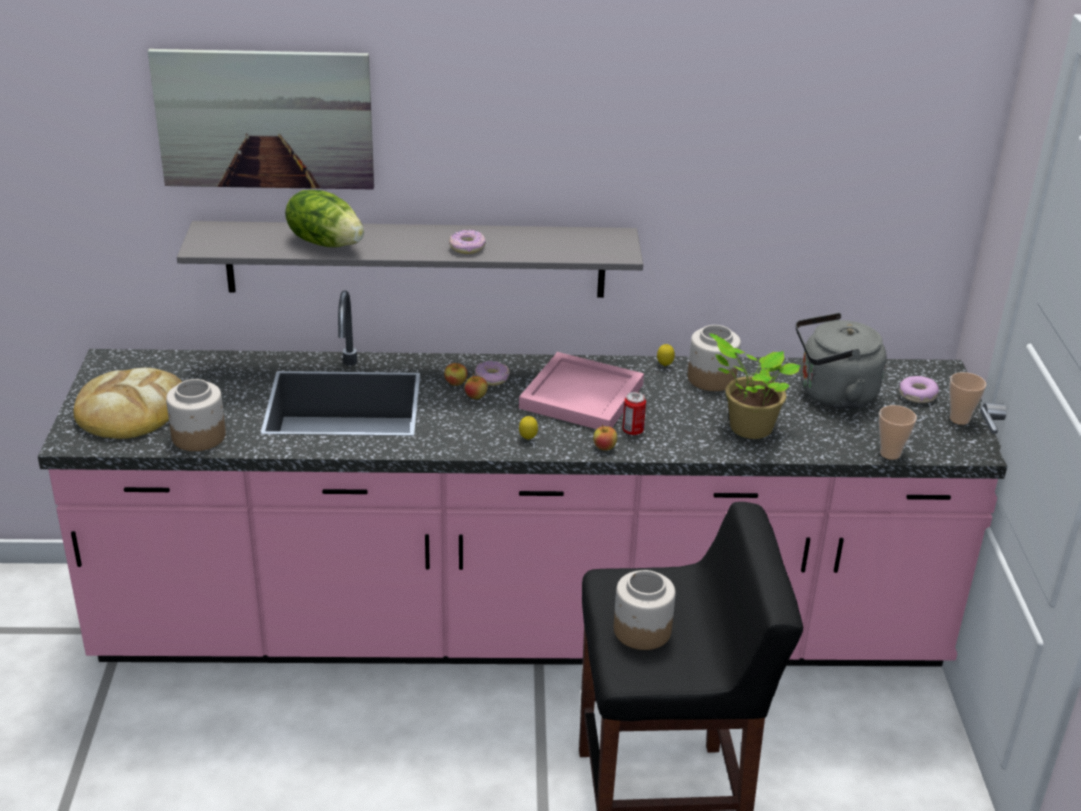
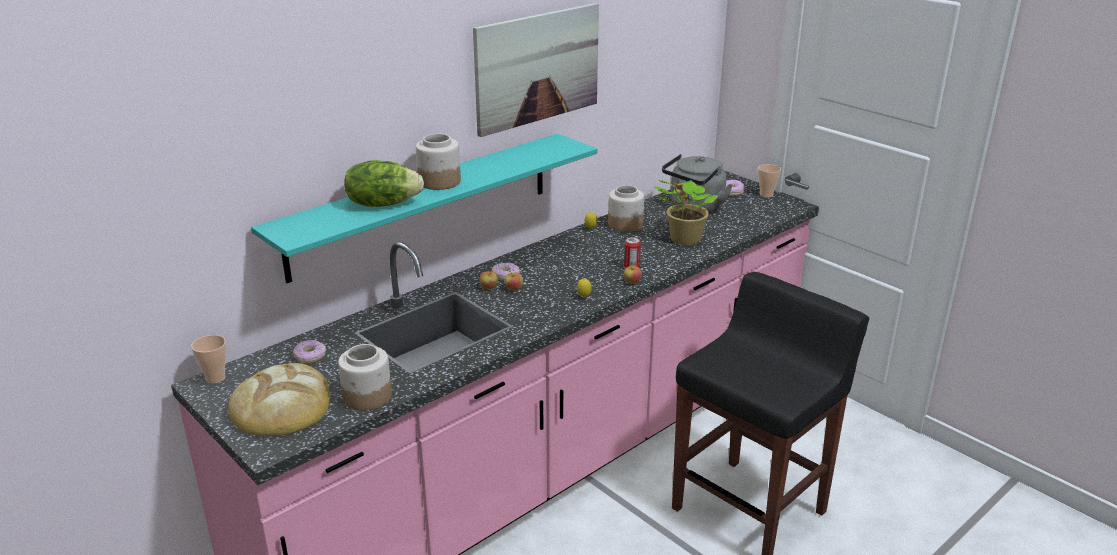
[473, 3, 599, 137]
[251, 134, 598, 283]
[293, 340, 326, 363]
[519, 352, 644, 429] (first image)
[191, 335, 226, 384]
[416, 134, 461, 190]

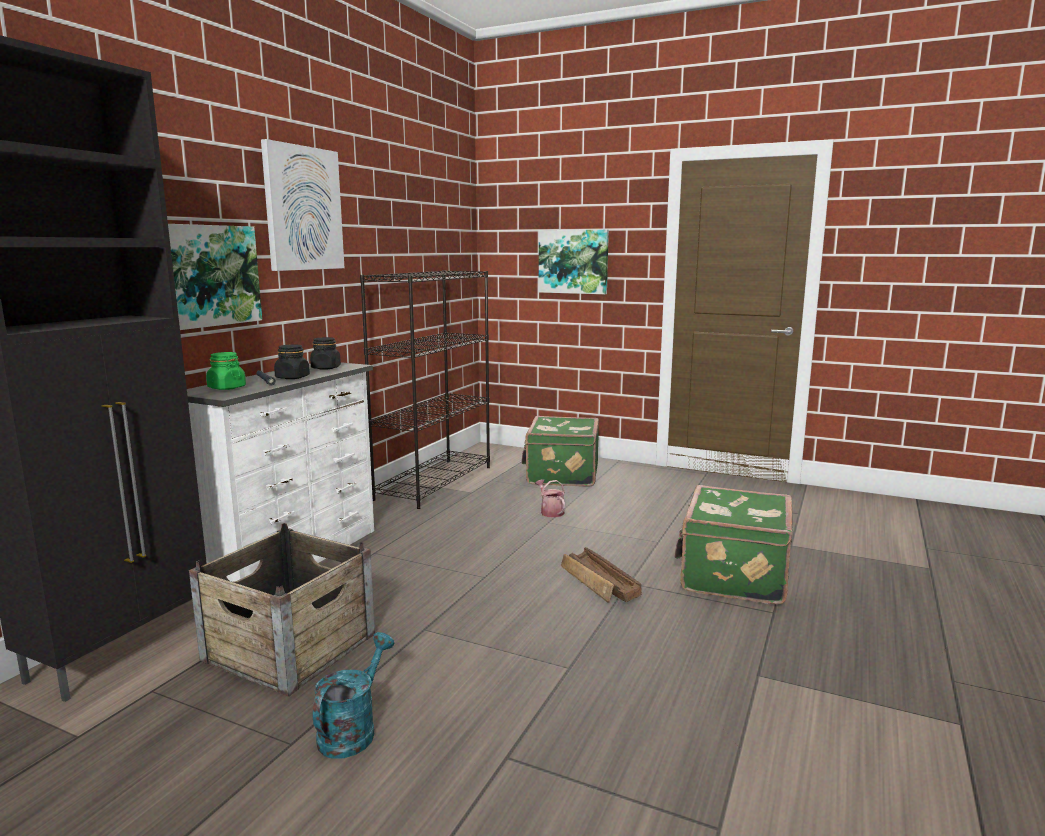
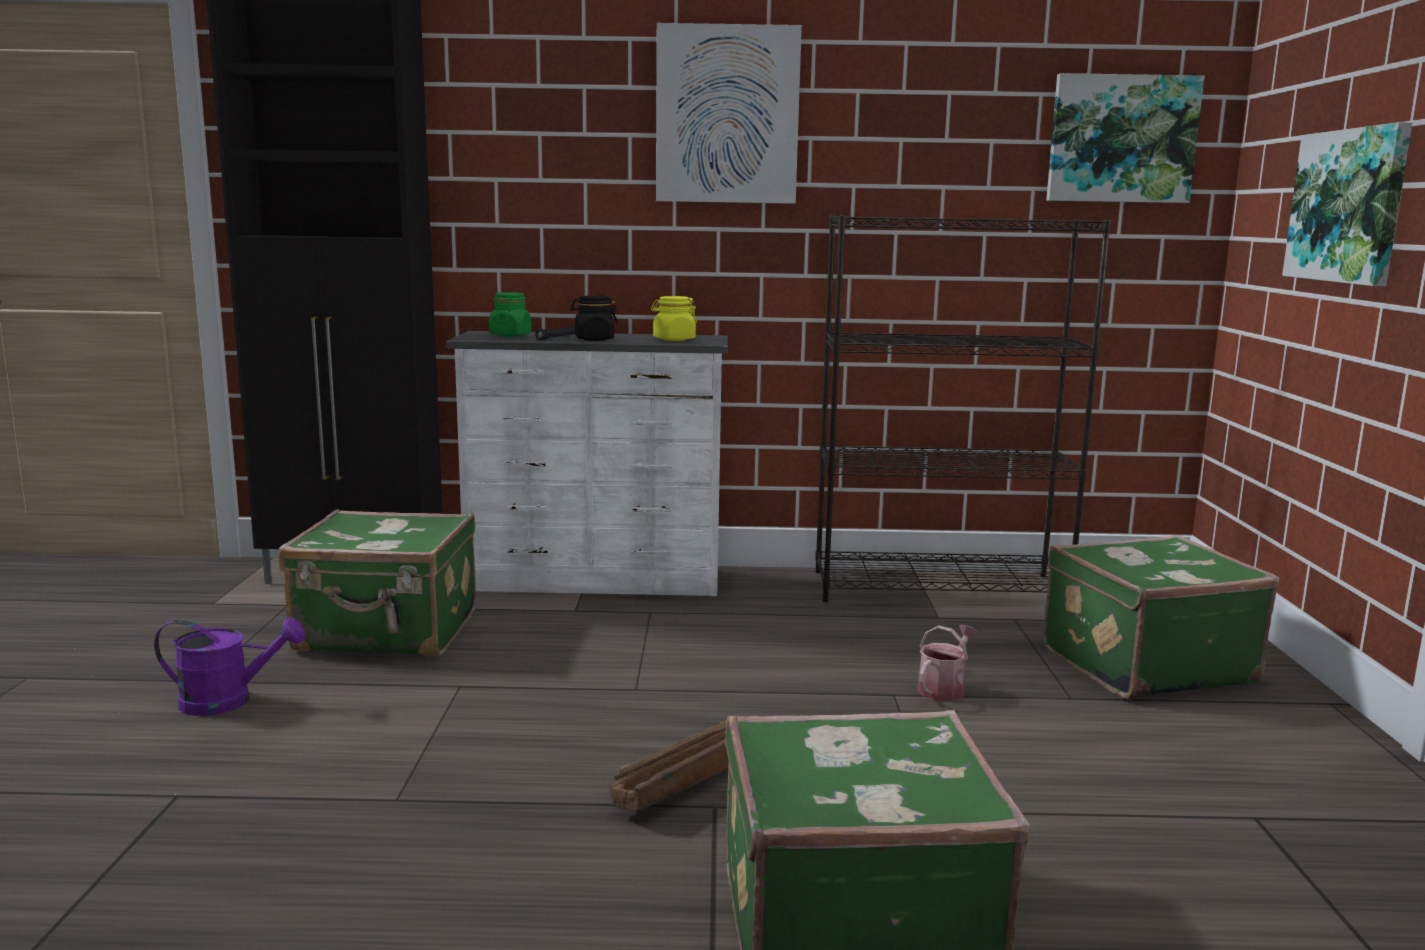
[1046, 73, 1205, 203]
[651, 296, 697, 341]
[279, 509, 476, 656]
[154, 617, 305, 716]

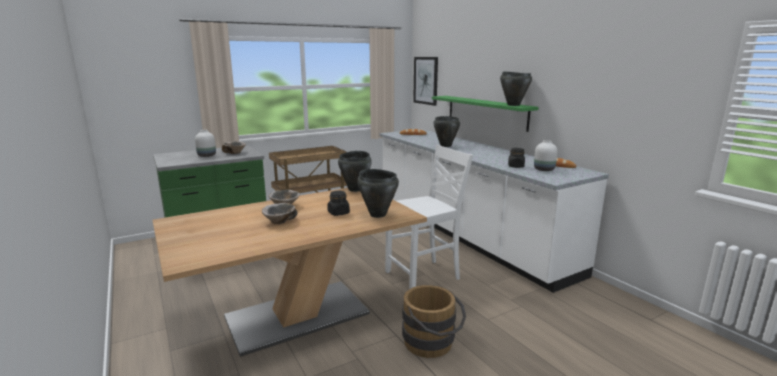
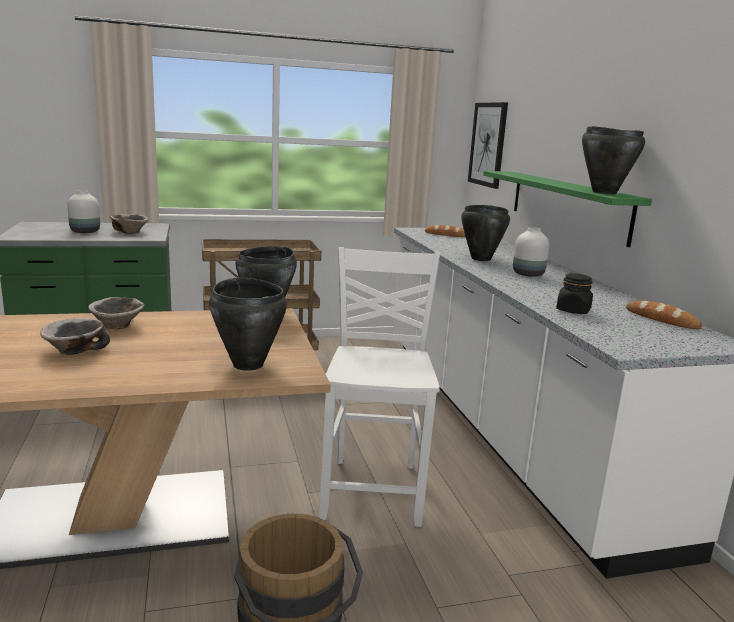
[513, 227, 549, 277]
[319, 247, 440, 527]
[327, 191, 350, 216] (first image)

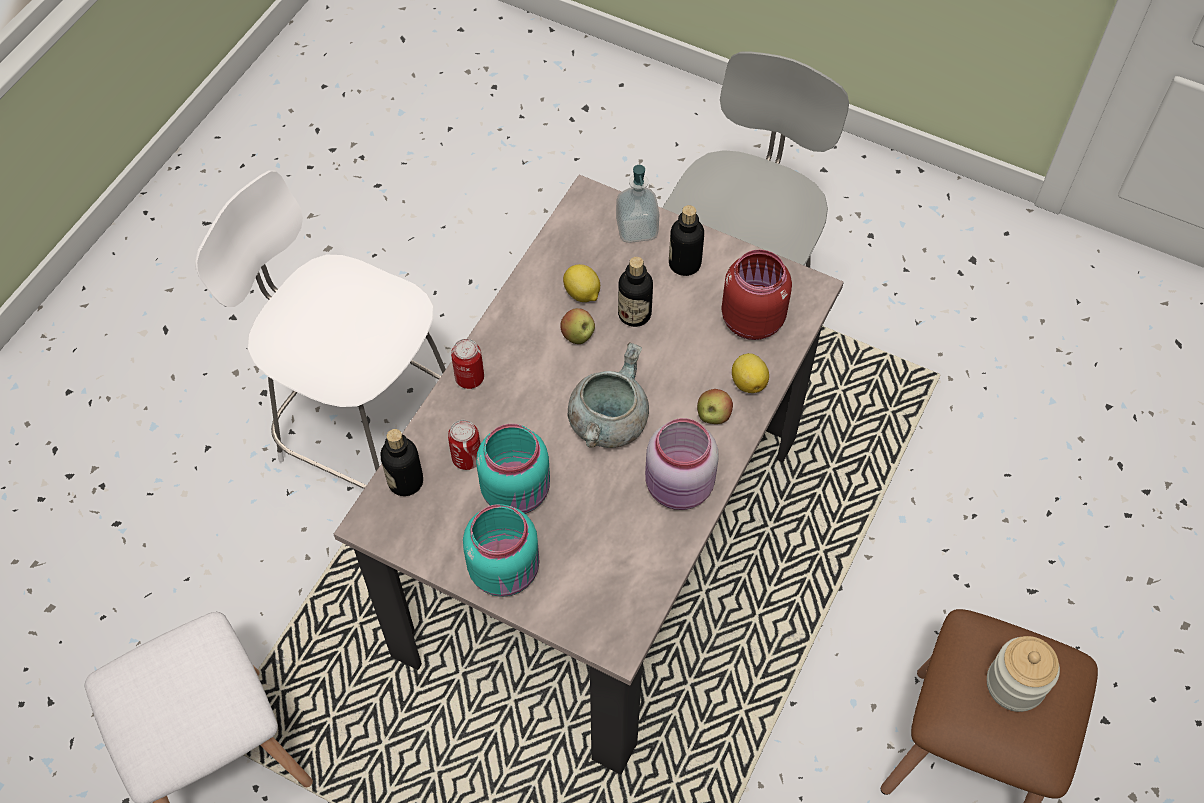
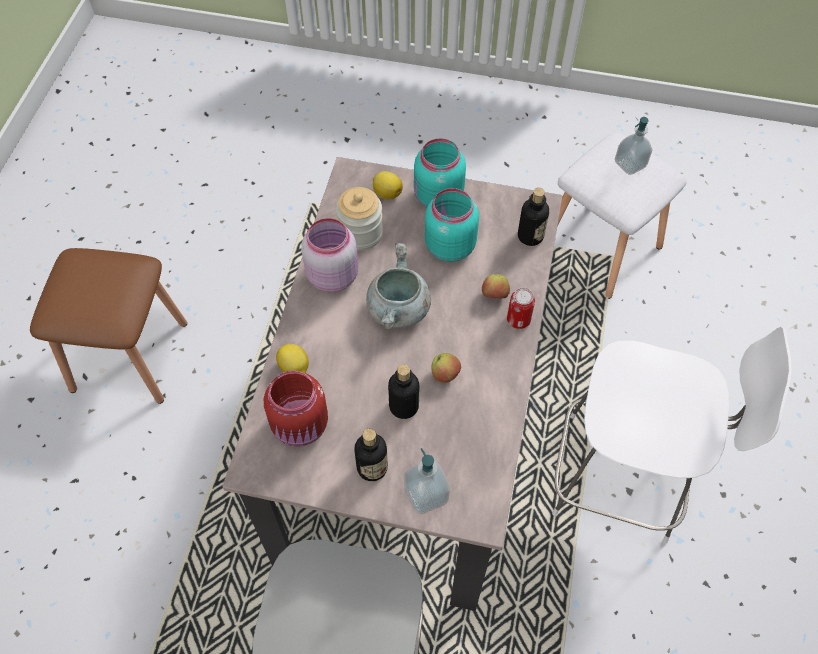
[373, 171, 403, 200]
[482, 274, 510, 298]
[448, 420, 480, 470] (first image)
[336, 187, 383, 251]
[615, 117, 652, 175]

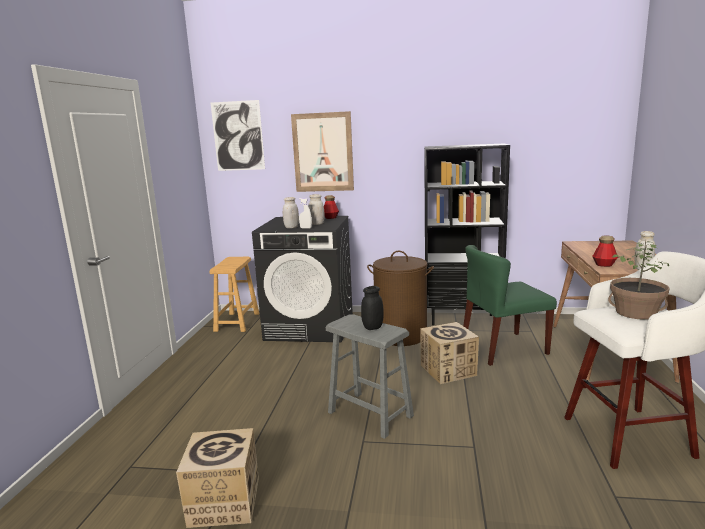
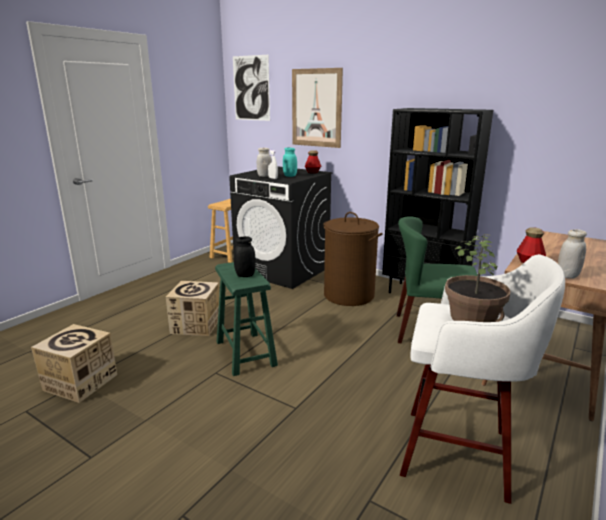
[283, 147, 297, 177]
[215, 262, 278, 376]
[166, 281, 220, 336]

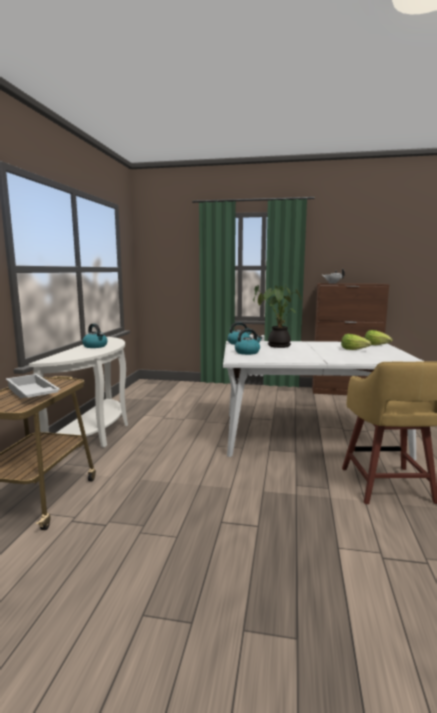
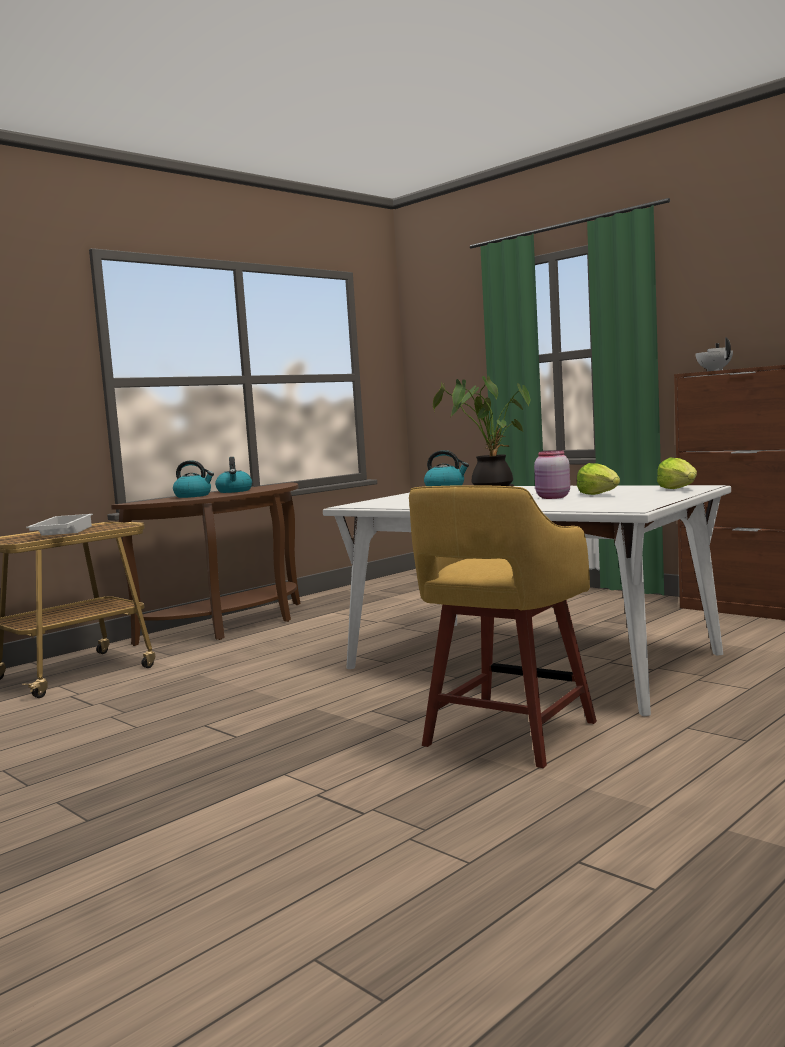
[173, 460, 214, 498]
[111, 483, 301, 646]
[534, 450, 570, 499]

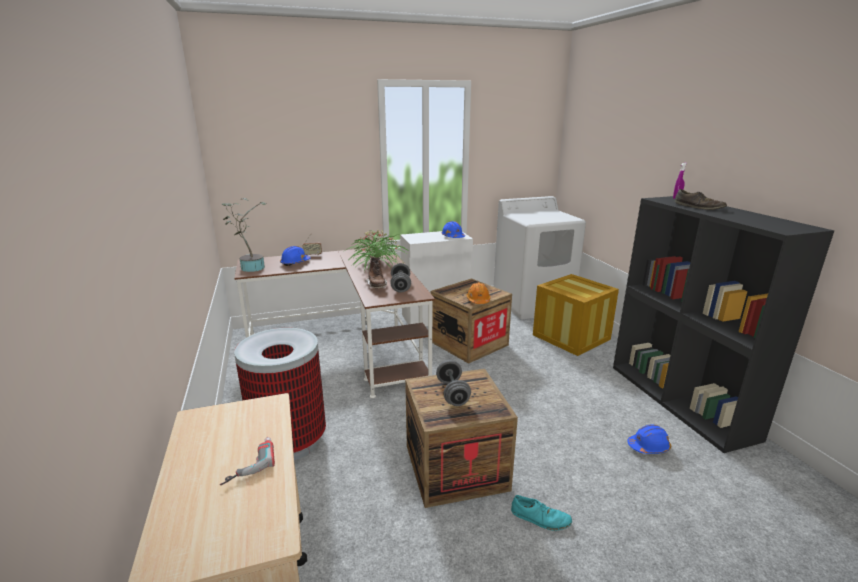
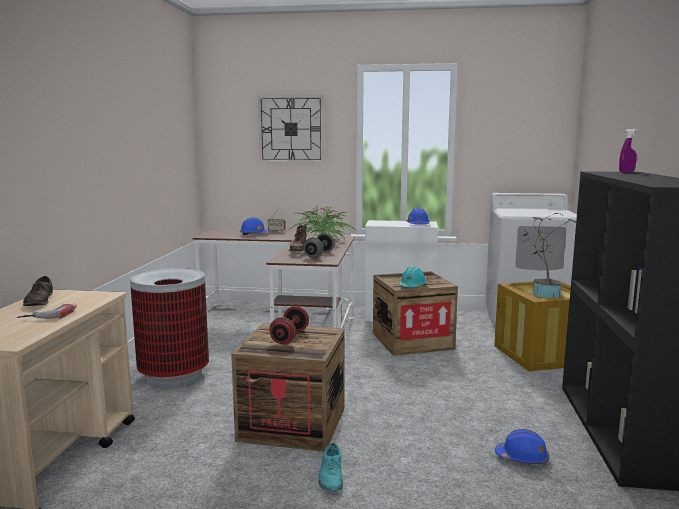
[23, 276, 53, 306]
[522, 213, 576, 298]
[399, 266, 427, 287]
[269, 306, 309, 345]
[319, 443, 343, 491]
[258, 95, 324, 163]

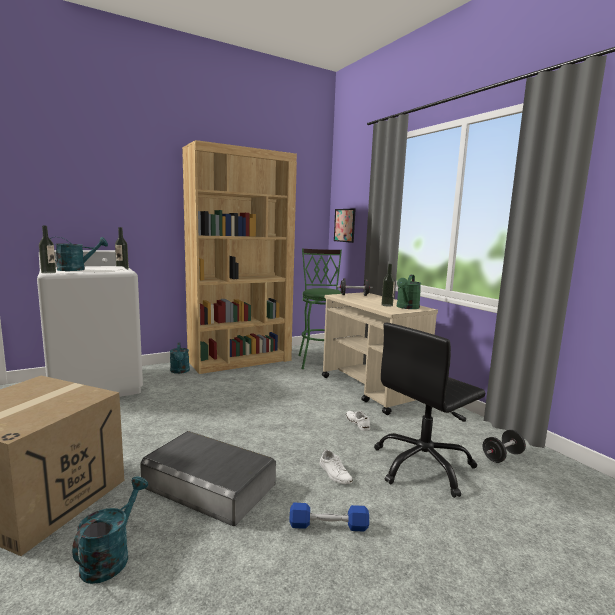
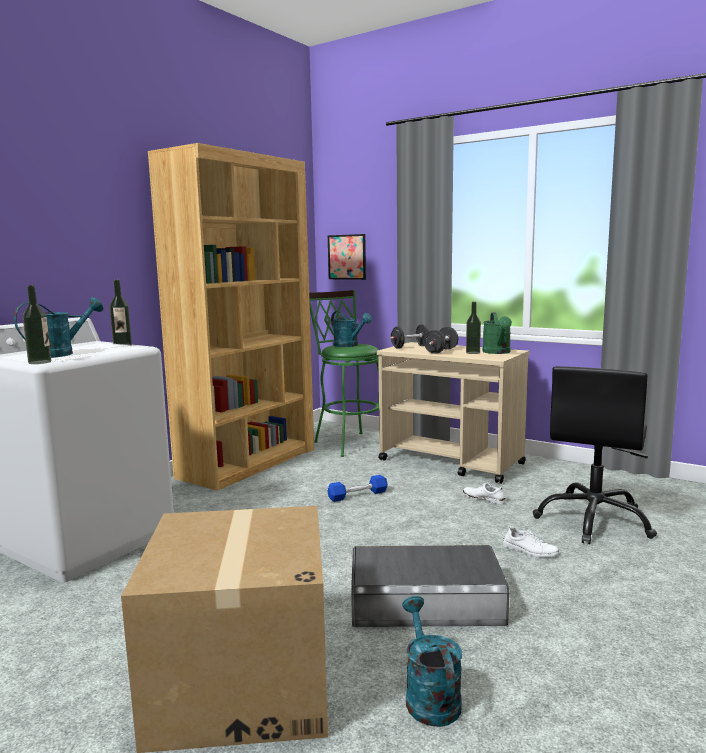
[331, 311, 372, 347]
[424, 327, 458, 354]
[327, 475, 388, 502]

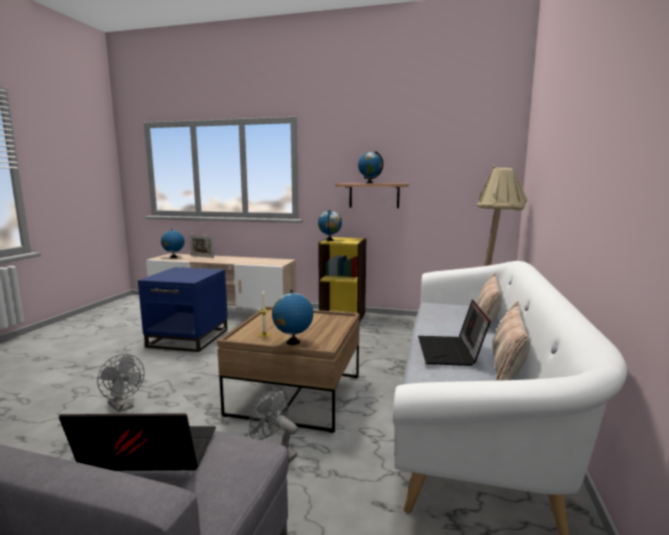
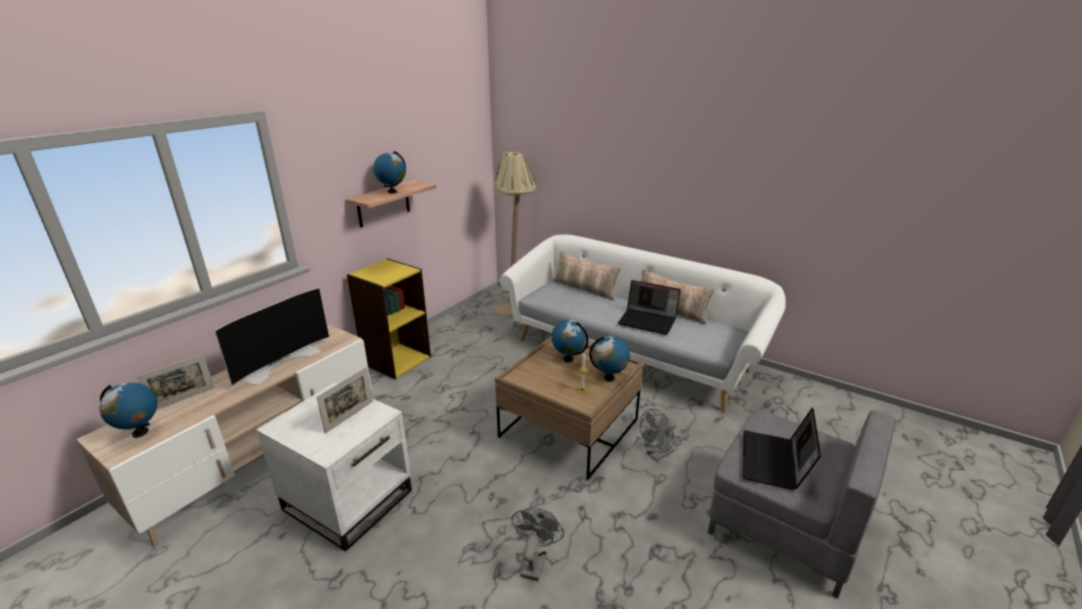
[551, 319, 588, 362]
[257, 382, 412, 551]
[512, 508, 564, 581]
[215, 288, 329, 386]
[317, 367, 373, 433]

